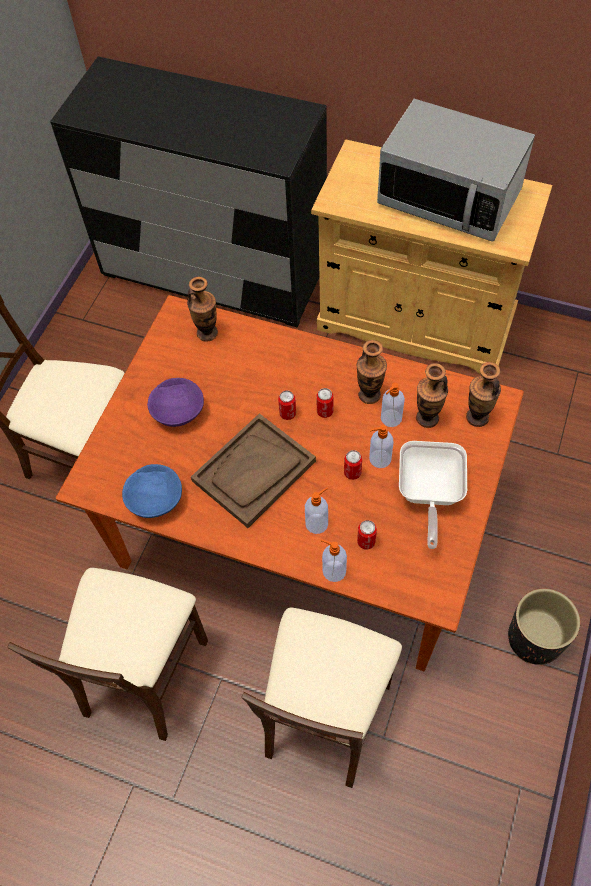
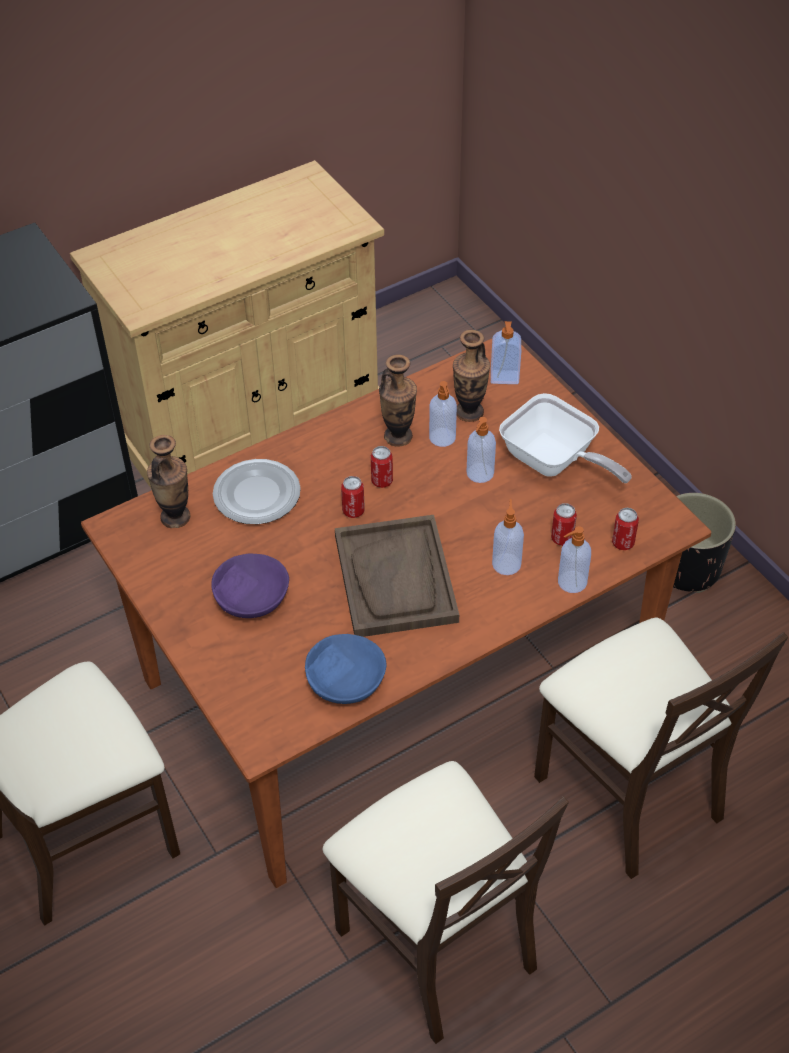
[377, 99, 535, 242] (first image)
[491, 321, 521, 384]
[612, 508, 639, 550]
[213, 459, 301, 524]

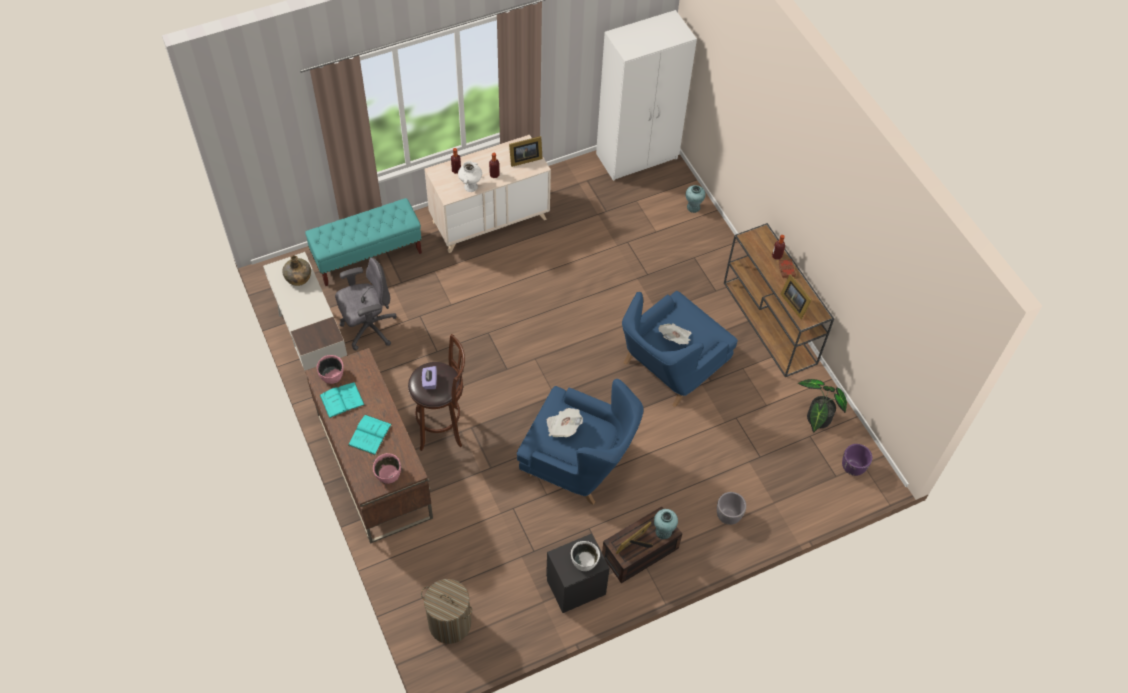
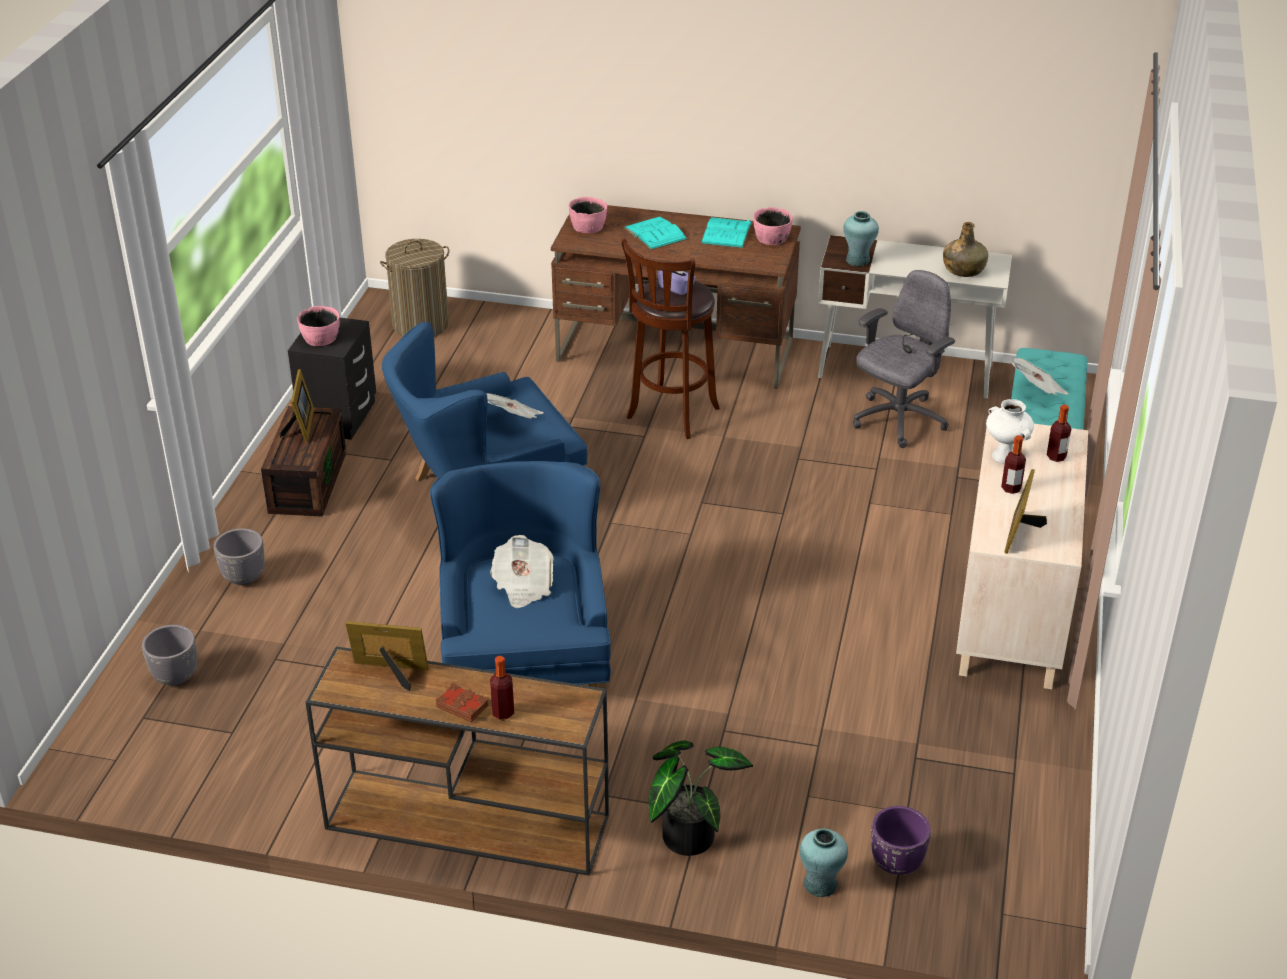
[596, 10, 697, 181] (first image)
[853, 270, 955, 448]
[648, 740, 753, 856]
[871, 806, 931, 875]
[843, 211, 879, 267]
[297, 306, 340, 346]
[1011, 358, 1069, 395]
[142, 625, 197, 686]

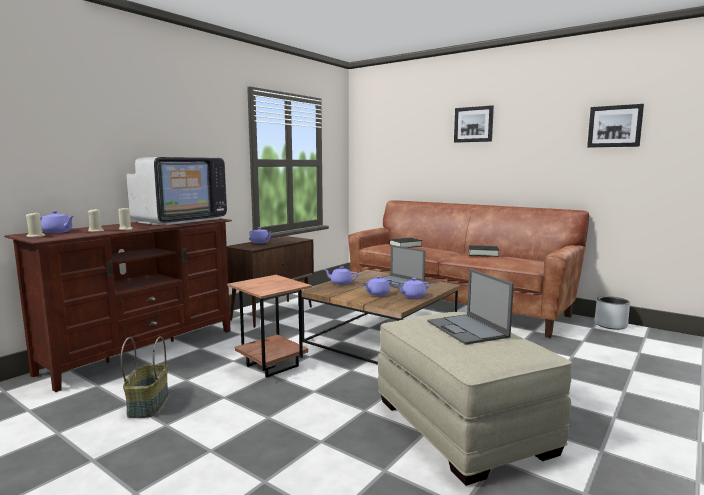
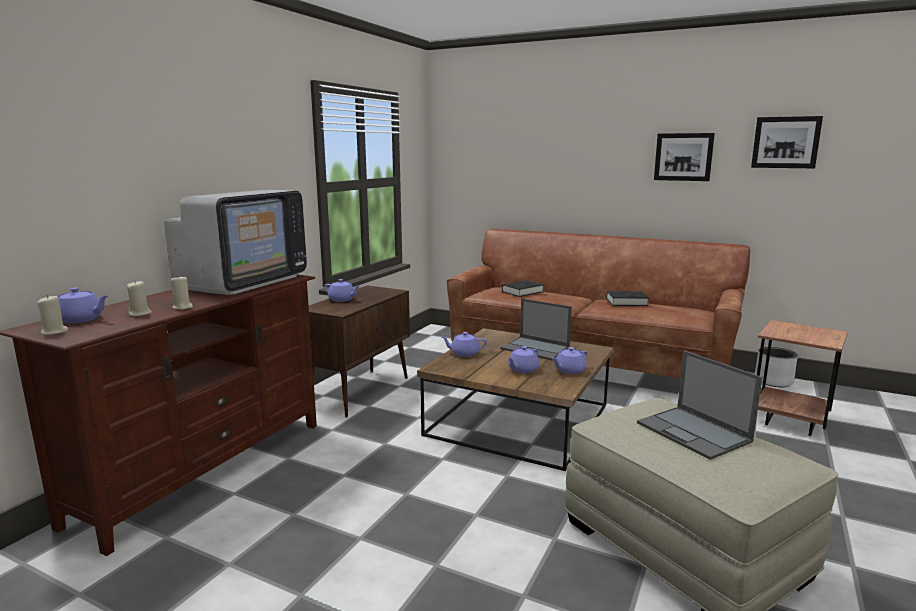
[654, 133, 715, 181]
[757, 320, 848, 436]
[121, 337, 169, 418] (first image)

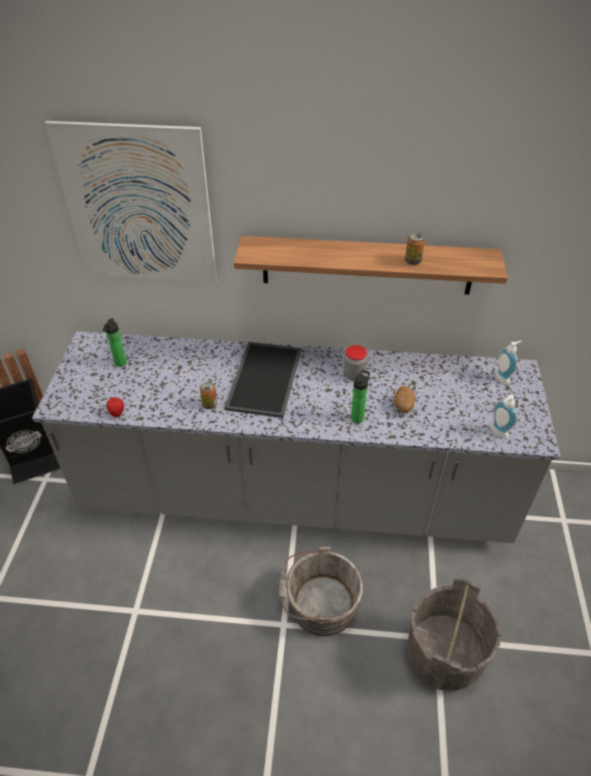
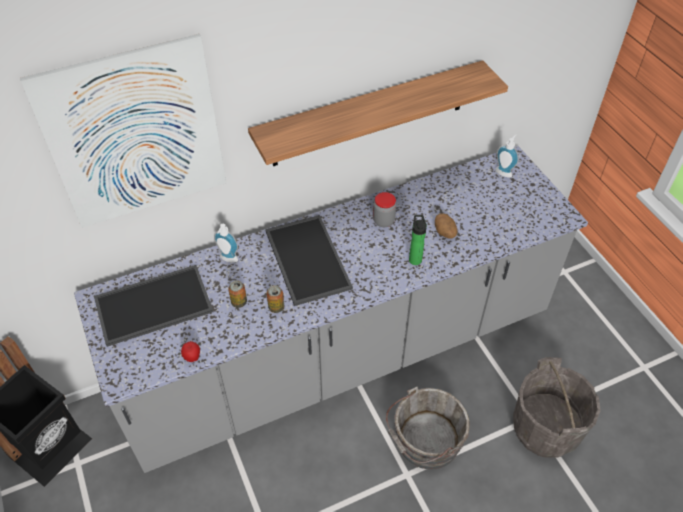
[228, 280, 247, 308]
[94, 265, 213, 347]
[214, 224, 238, 262]

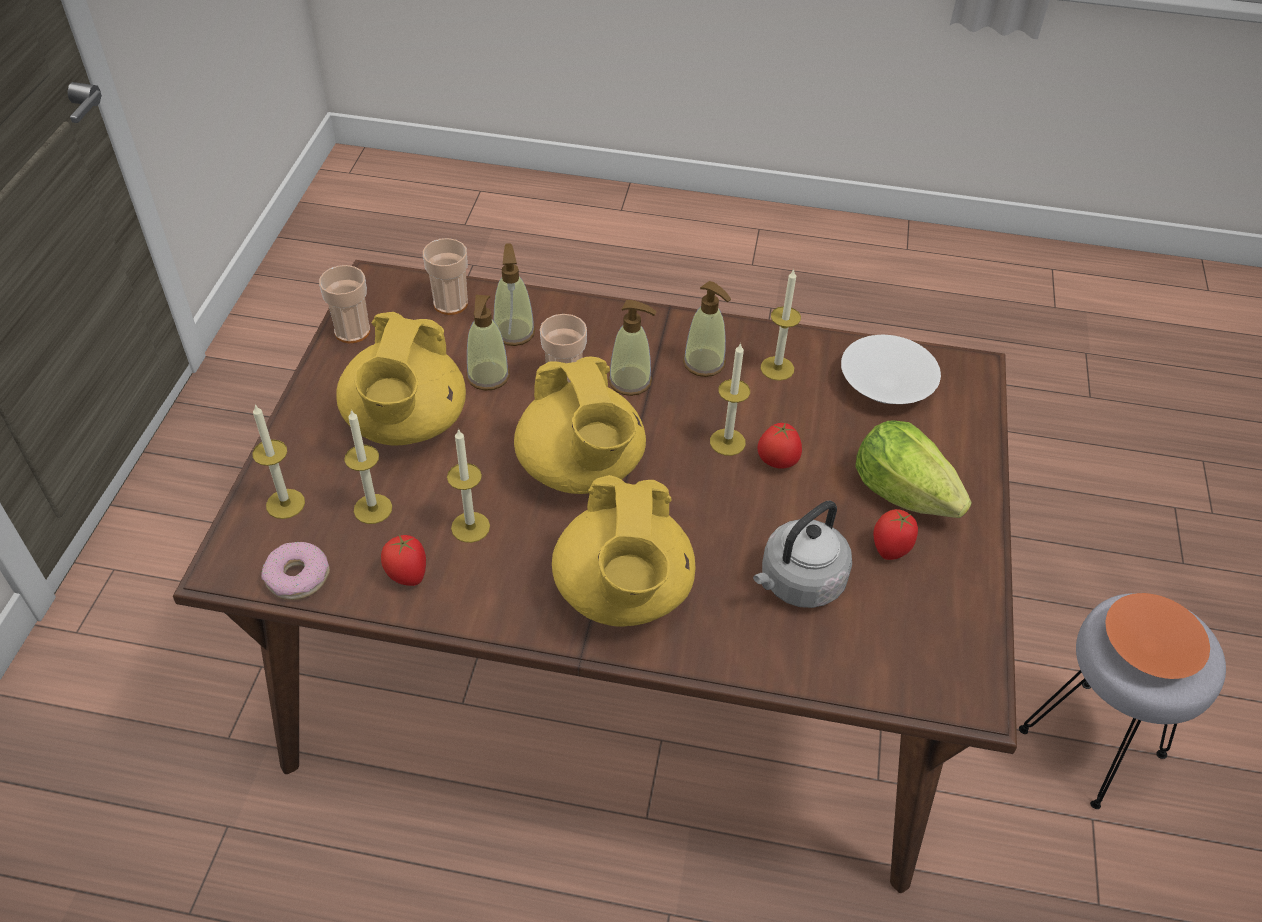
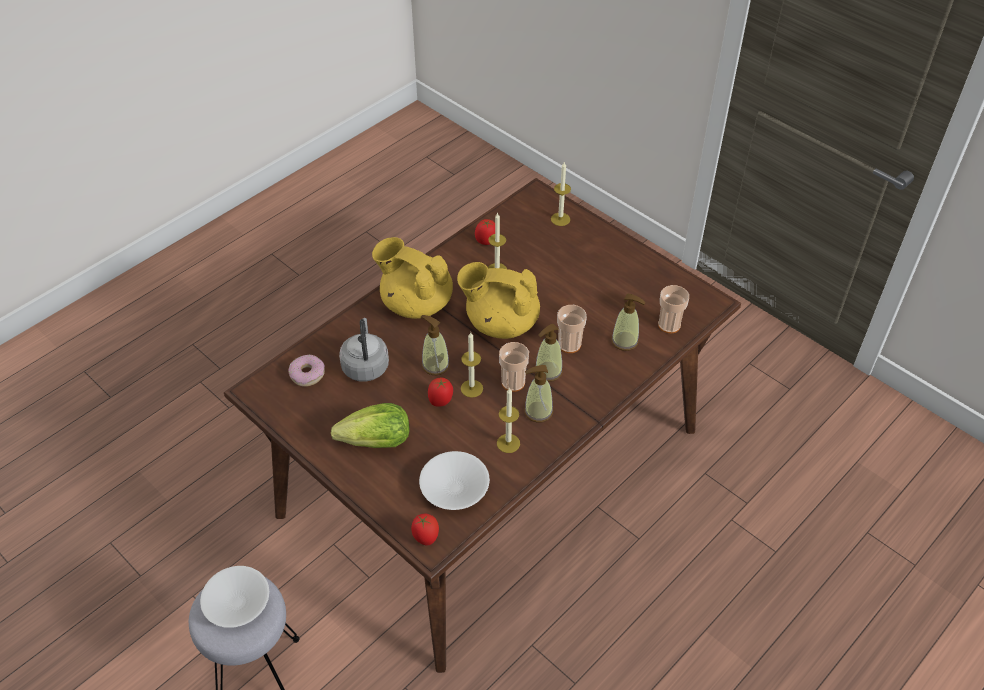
[499, 342, 529, 392]
[421, 315, 450, 375]
[336, 312, 466, 446] (first image)
[344, 410, 392, 524] (first image)
[411, 514, 439, 545]
[288, 355, 325, 387]
[200, 566, 269, 628]

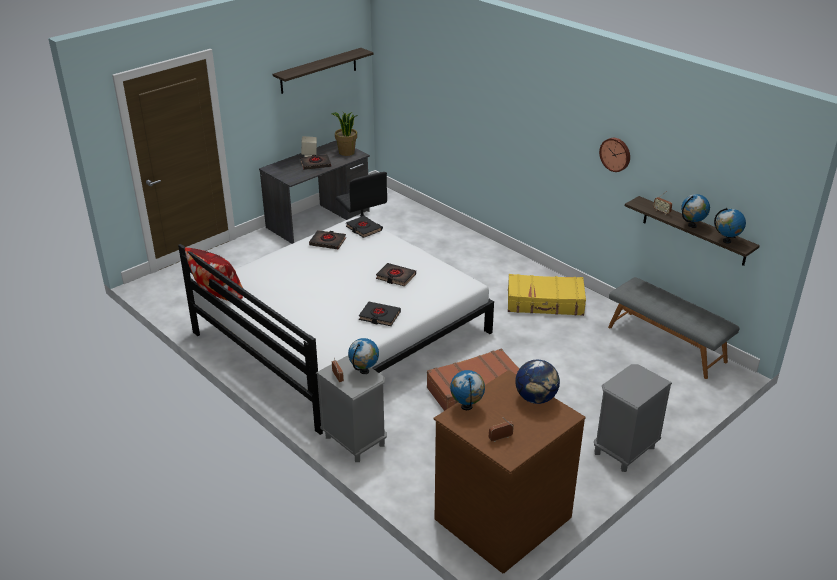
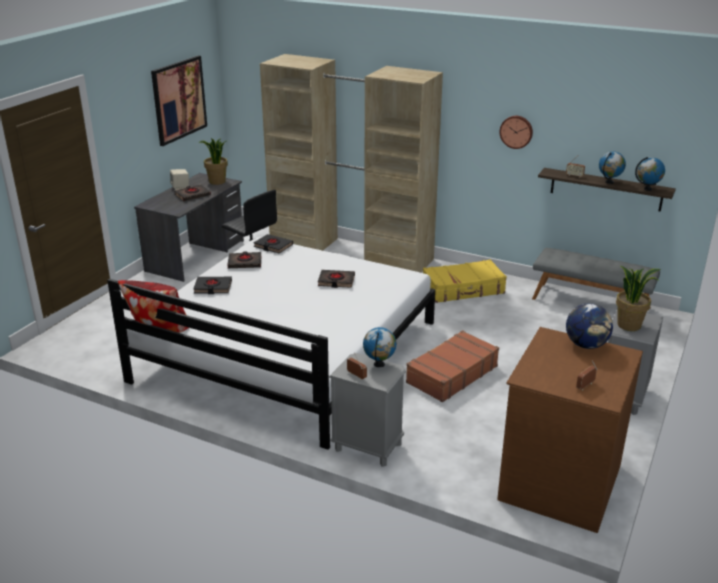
[151, 55, 207, 146]
[193, 277, 232, 294]
[450, 370, 485, 410] (first image)
[260, 54, 443, 273]
[616, 266, 661, 331]

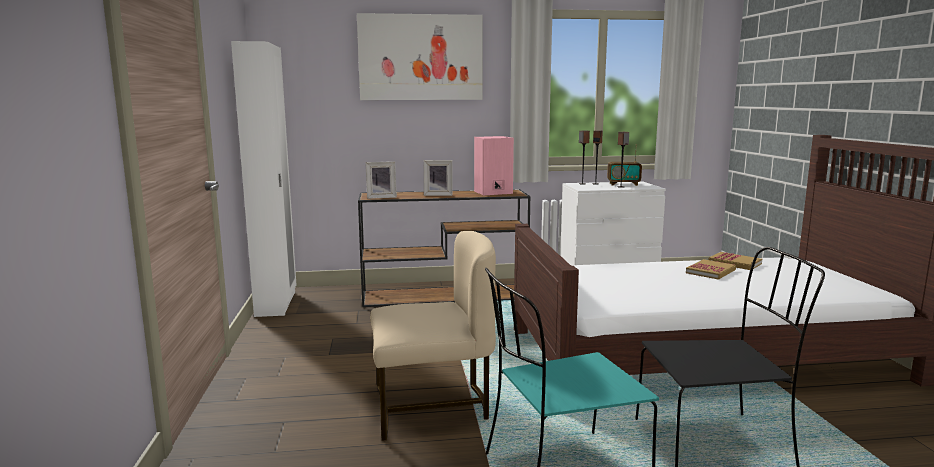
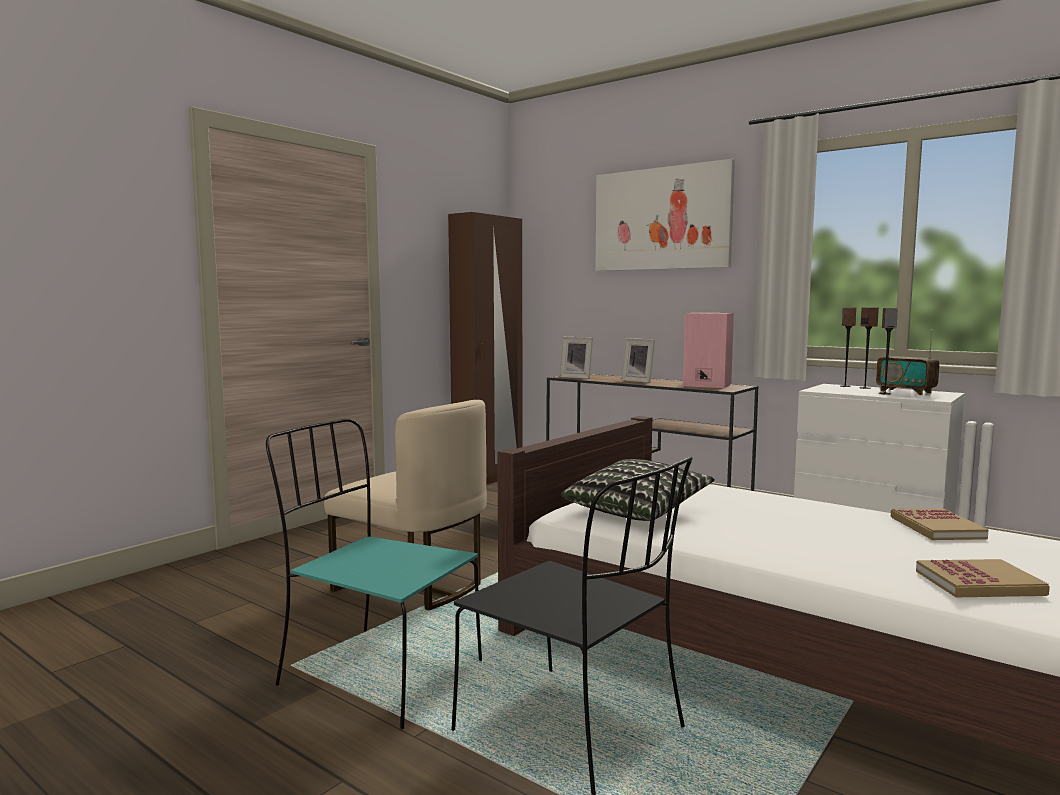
[448, 212, 523, 485]
[916, 559, 1050, 597]
[561, 459, 715, 521]

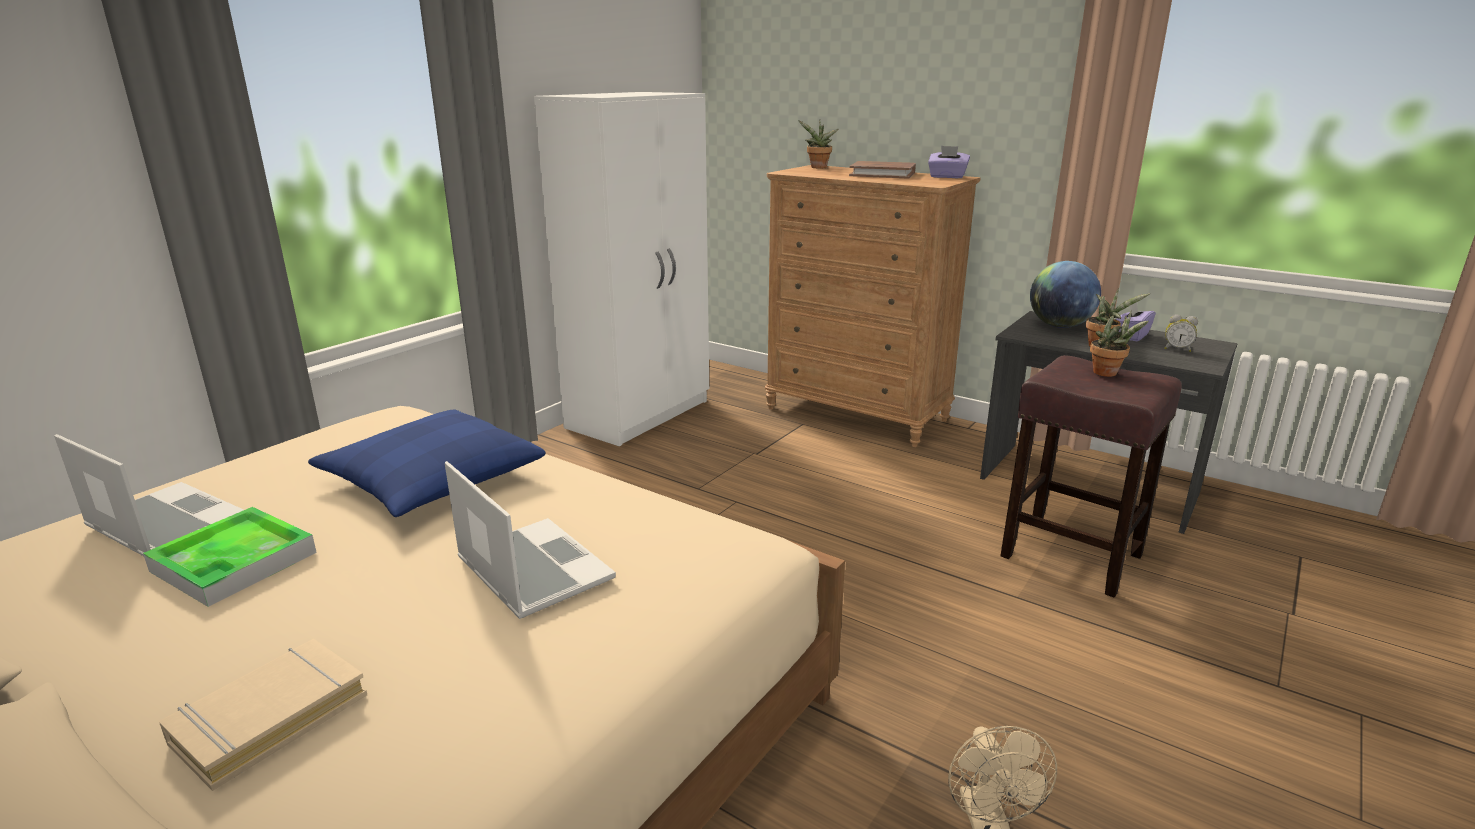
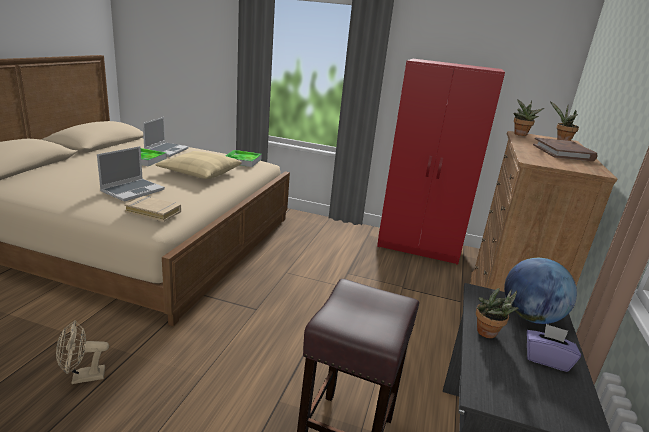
[377, 59, 505, 265]
[928, 146, 970, 178] (first image)
[513, 99, 544, 136]
[1165, 314, 1198, 352] (first image)
[155, 151, 242, 179]
[124, 196, 181, 222]
[226, 150, 262, 167]

